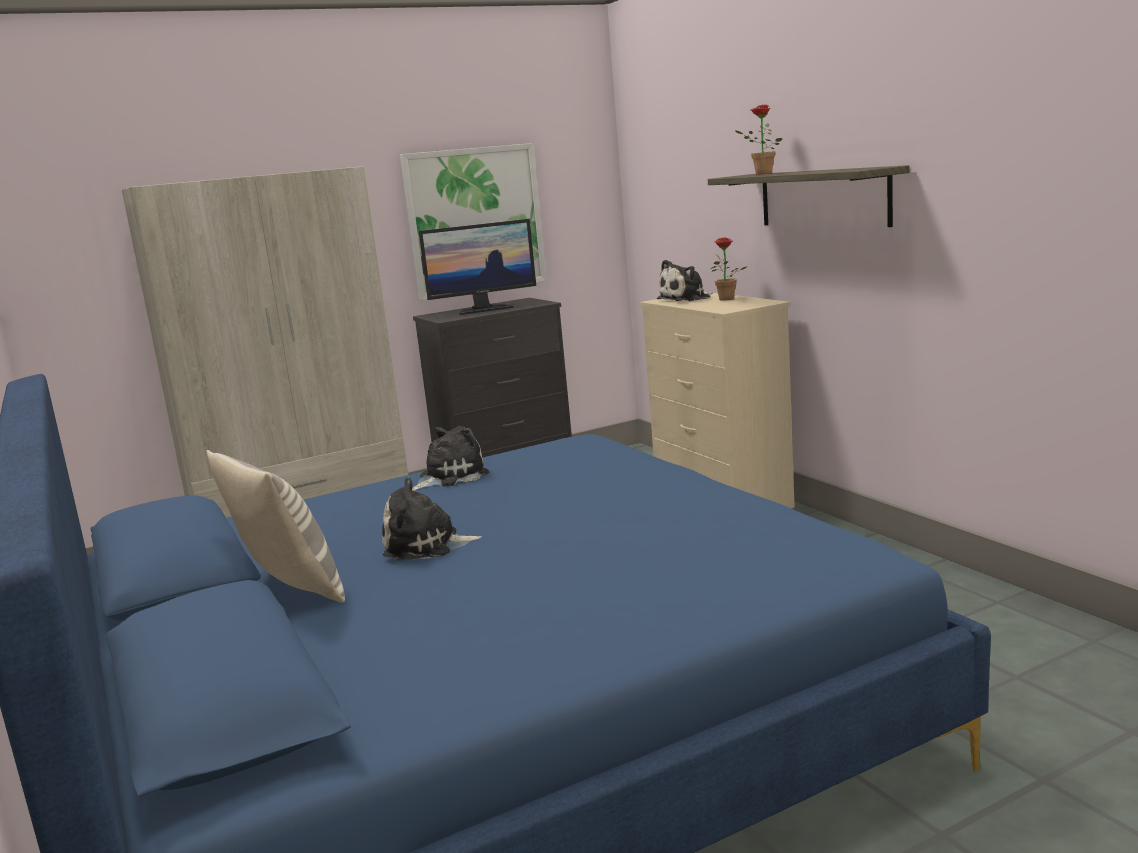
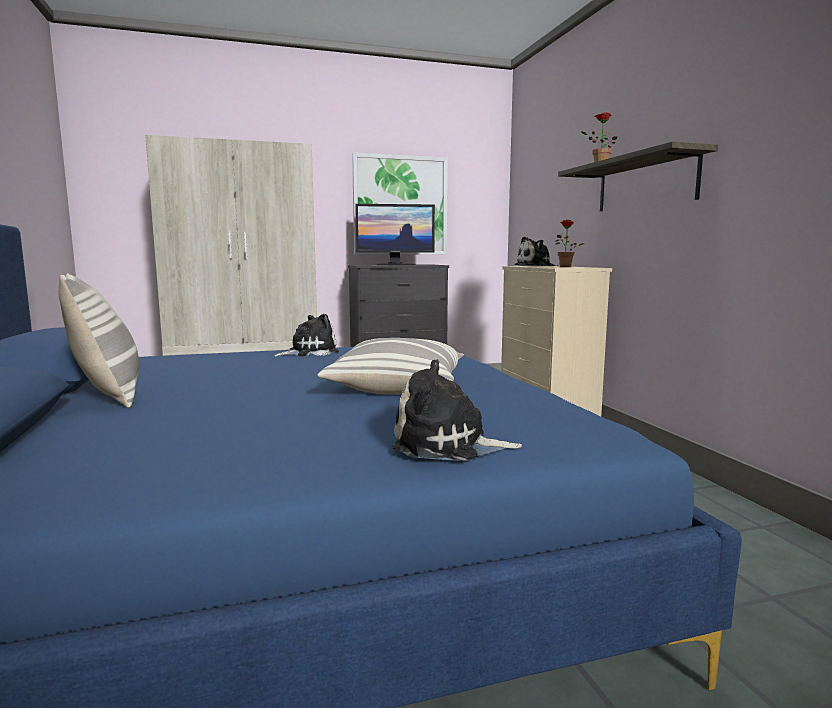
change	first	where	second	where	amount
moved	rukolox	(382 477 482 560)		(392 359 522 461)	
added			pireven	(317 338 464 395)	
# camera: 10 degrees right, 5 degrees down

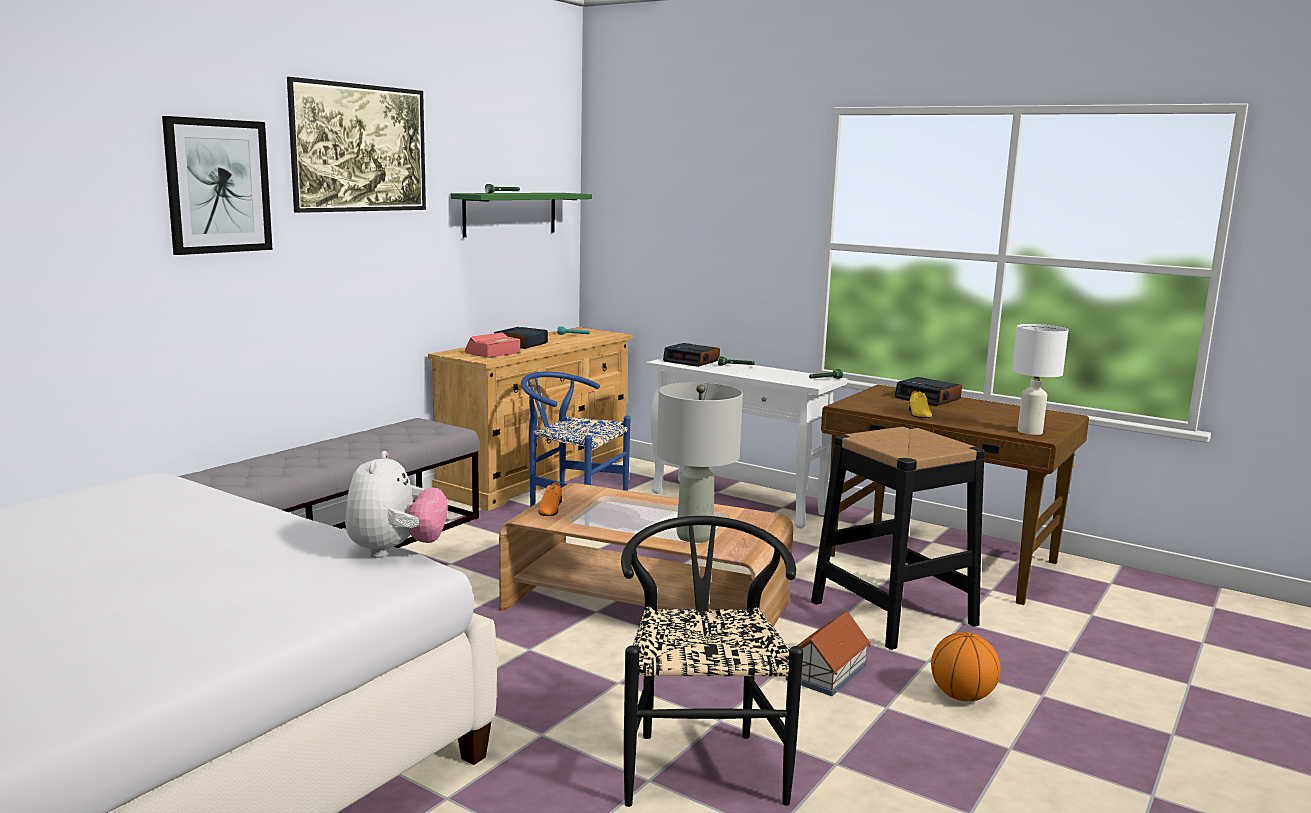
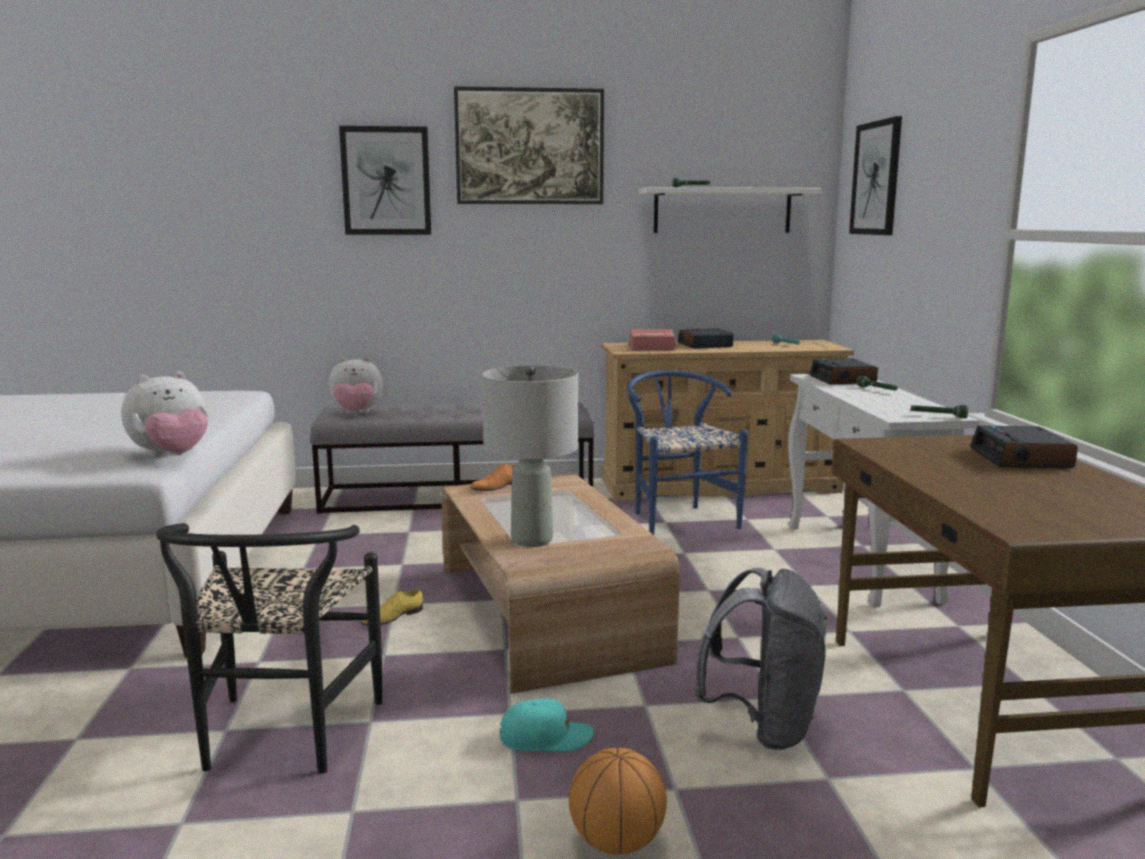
change	first	where	second	where	amount
recoloured	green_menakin	(450 193 592 237)	white_menakin	(639 187 822 233)	
removed	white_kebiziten	(1012 324 1068 435)			
moved	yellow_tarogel	(909 391 932 418)		(361 589 423 626)	
replaced	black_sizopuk	(811 426 985 650)	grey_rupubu	(694 568 828 750)	
turned	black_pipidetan	(621 516 803 807)		(156 523 382 774)	135 degrees clockwise
replaced	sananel	(786 611 871 696)	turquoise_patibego	(500 699 594 752)	
added			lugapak	(849 116 902 235)	
added			rukolox	(329 357 383 413)	
# camera: 50 degrees right, 0 degrees up

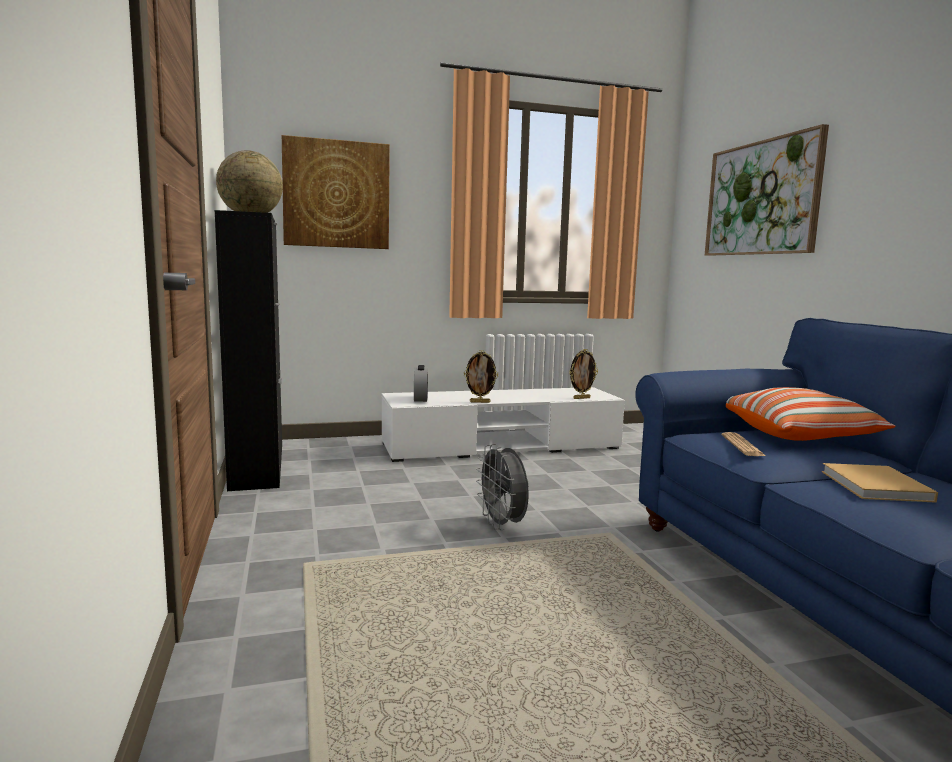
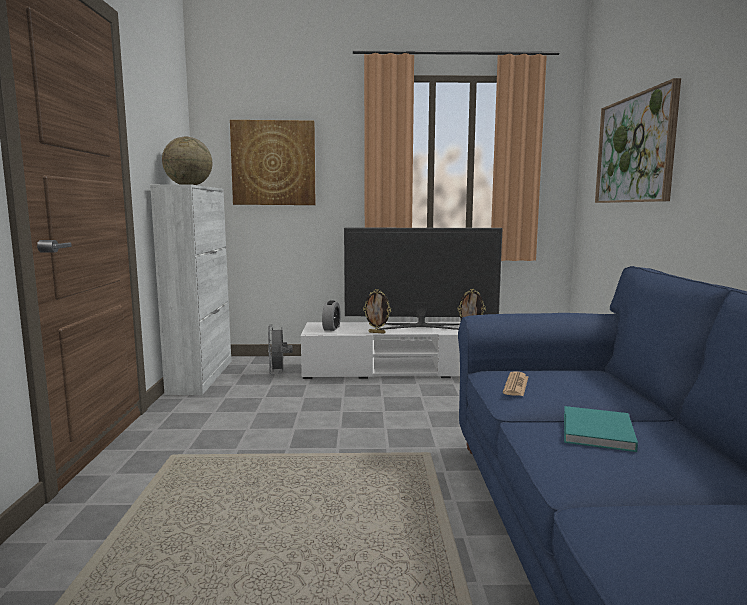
change	first	where	second	where	amount
recoloured	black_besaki	(214 210 282 491)	white_besaki	(150 184 231 395)	
removed	pireven	(726 387 895 441)			
moved	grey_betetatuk	(476 444 529 530)		(268 324 293 375)	
recoloured	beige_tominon	(822 463 938 503)	turquoise_tominon	(564 406 638 452)	
added			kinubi	(344 228 502 330)	
# camera: 15 degrees right, 0 degrees up

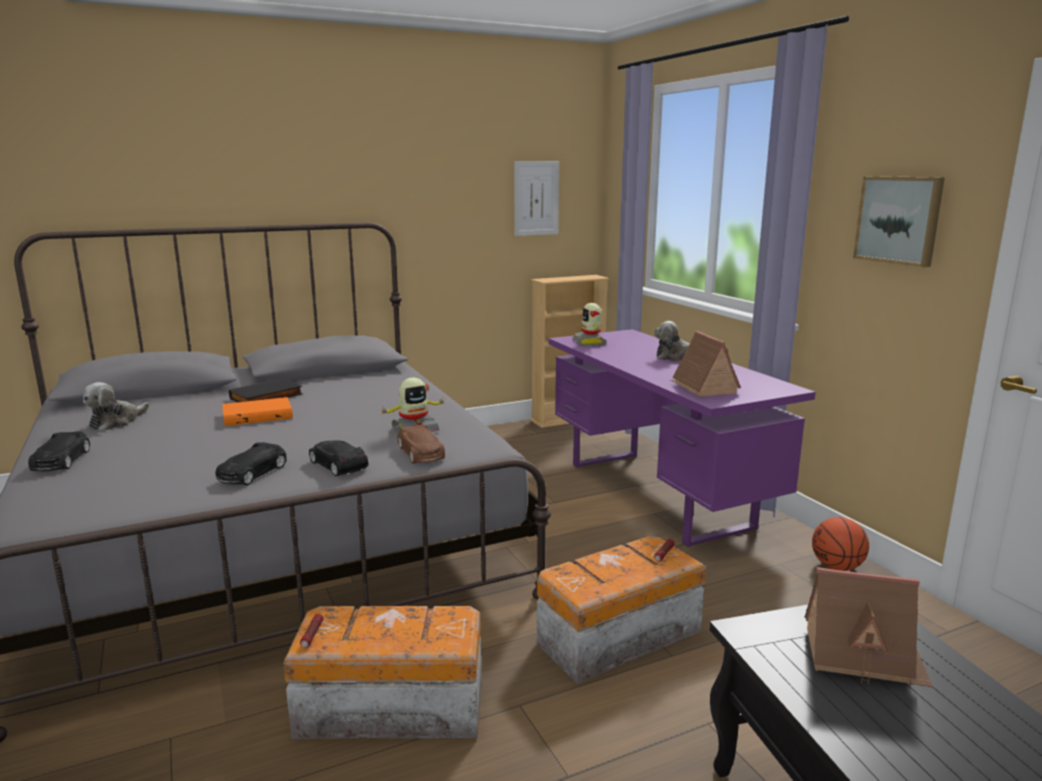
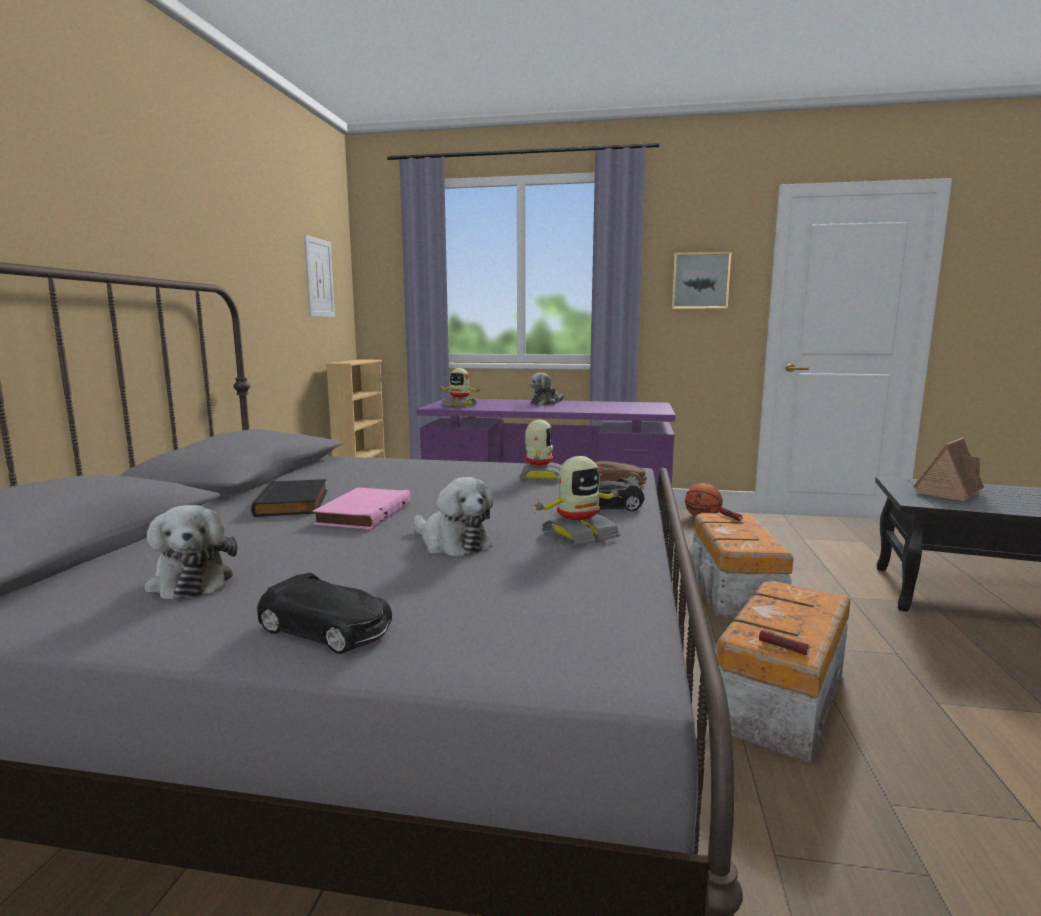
change	first	where	second	where	amount
removed	sananel	(671 331 741 397)			
recoloured	orange_tominon	(222 397 293 426)	pink_tominon	(313 487 411 530)	
replaced	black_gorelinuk	(216 442 286 486)	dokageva	(531 456 622 546)	
added			rukolox	(414 477 493 556)	
# camera: 55 degrees left, 5 degrees down

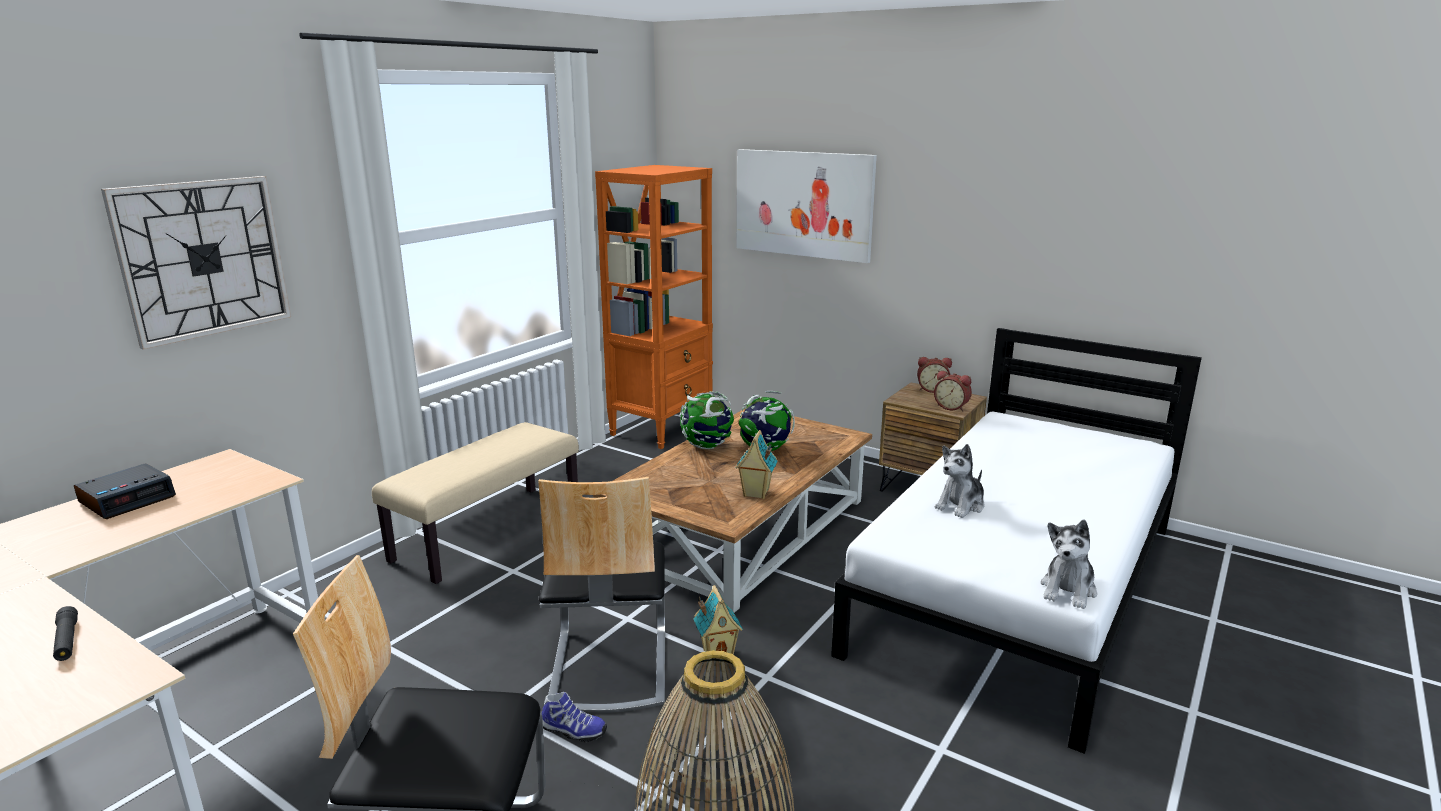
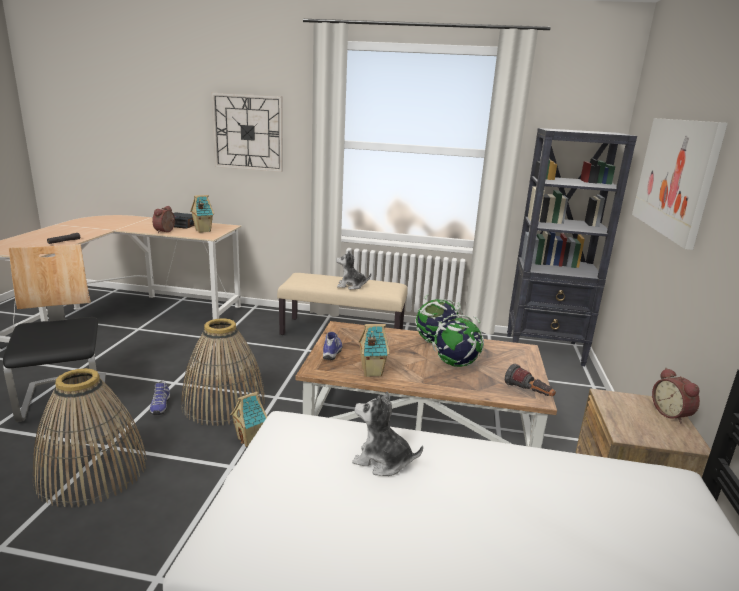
change	first	where	second	where	amount
recoloured	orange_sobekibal	(595 165 713 449)	black_sobekibal	(507 128 637 366)	
moved	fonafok	(934 370 972 411)		(152 206 175 233)	
replaced	pipidetan	(538 477 665 713)	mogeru	(182 318 265 426)	
moved	rukolox	(1041 520 1097 609)		(336 250 371 290)	
added			sananel	(190 195 214 233)	
added			tarogel	(323 332 343 360)	
added			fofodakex	(505 364 556 396)	
# camera: 65 degrees right, 0 degrees up

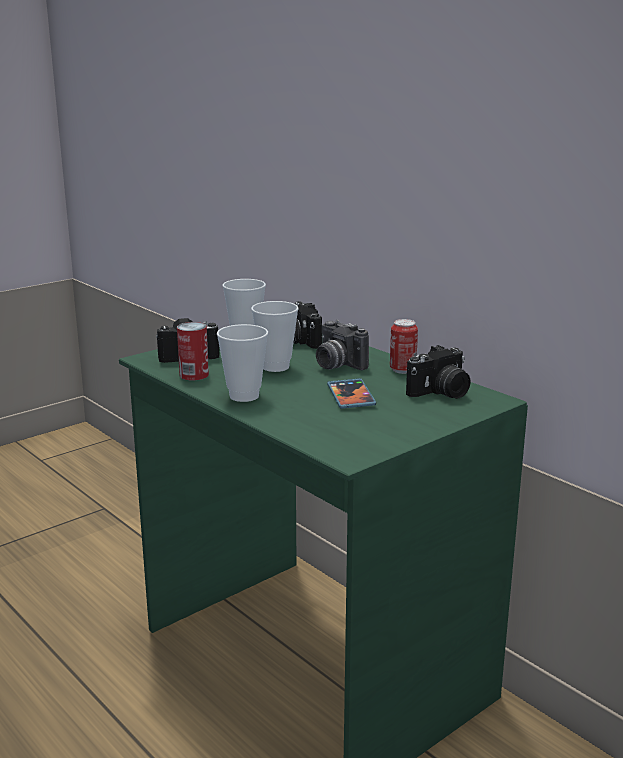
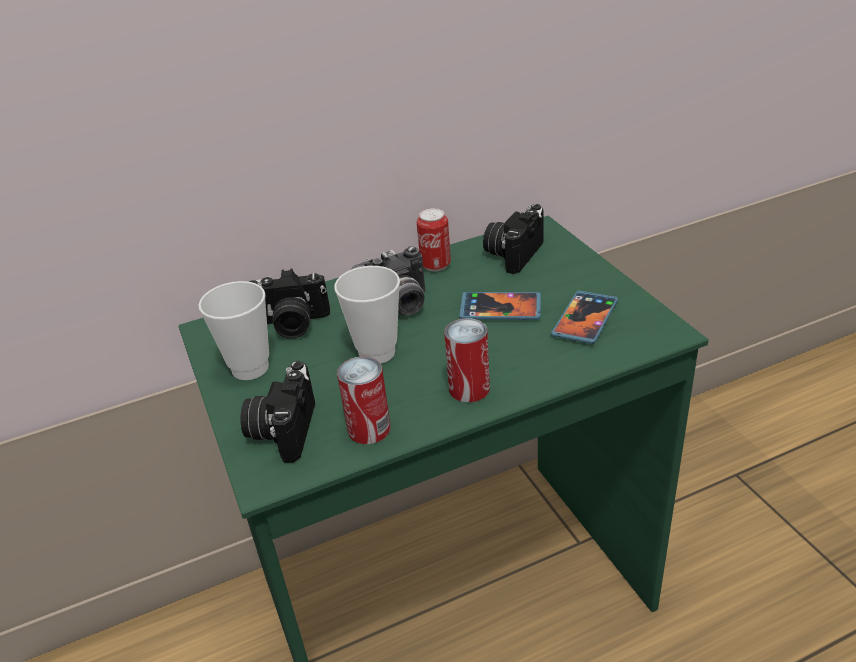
change	first	where	second	where	amount
replaced	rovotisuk	(217 324 268 402)	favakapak	(444 318 490 402)	
turned	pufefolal	(406 345 471 399)		(483 204 544 274)	135 degrees counterclockwise
added			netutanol	(551 291 618 344)	
# camera: 70 degrees left, 15 degrees up

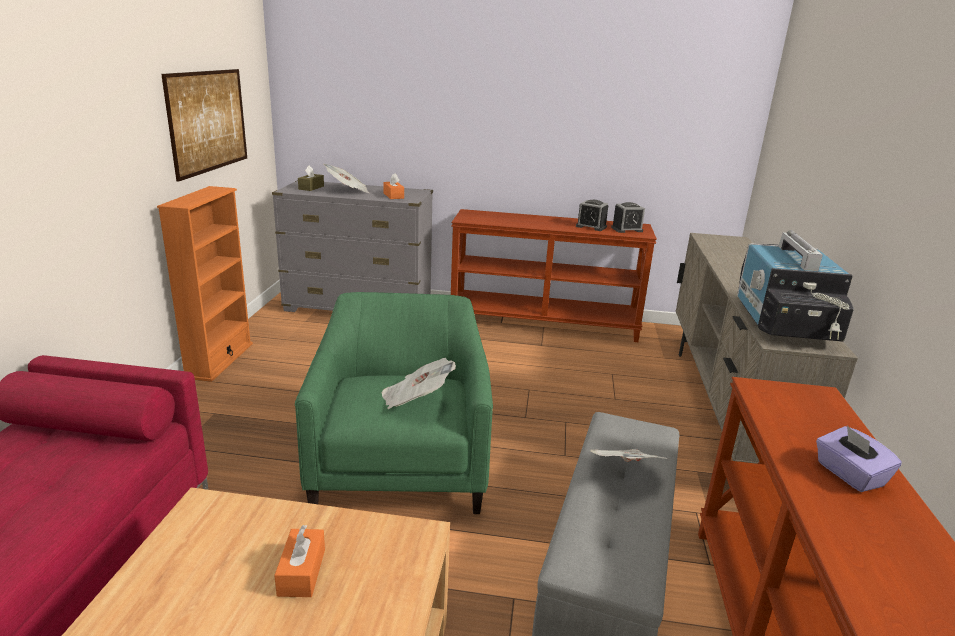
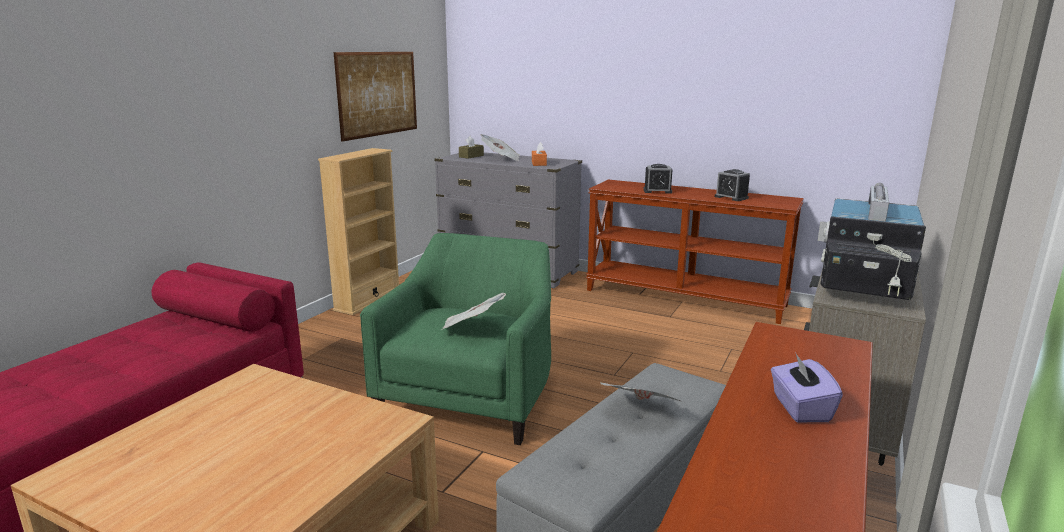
change	first	where	second	where	amount
recoloured	orange_sobekibal	(157 186 253 382)	beige_sobekibal	(318 148 399 315)	
moved	fonafok	(611 202 645 233)		(644 164 672 194)	
removed	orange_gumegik	(274 525 325 597)			
# camera: 20 degrees right, 5 degrees down

